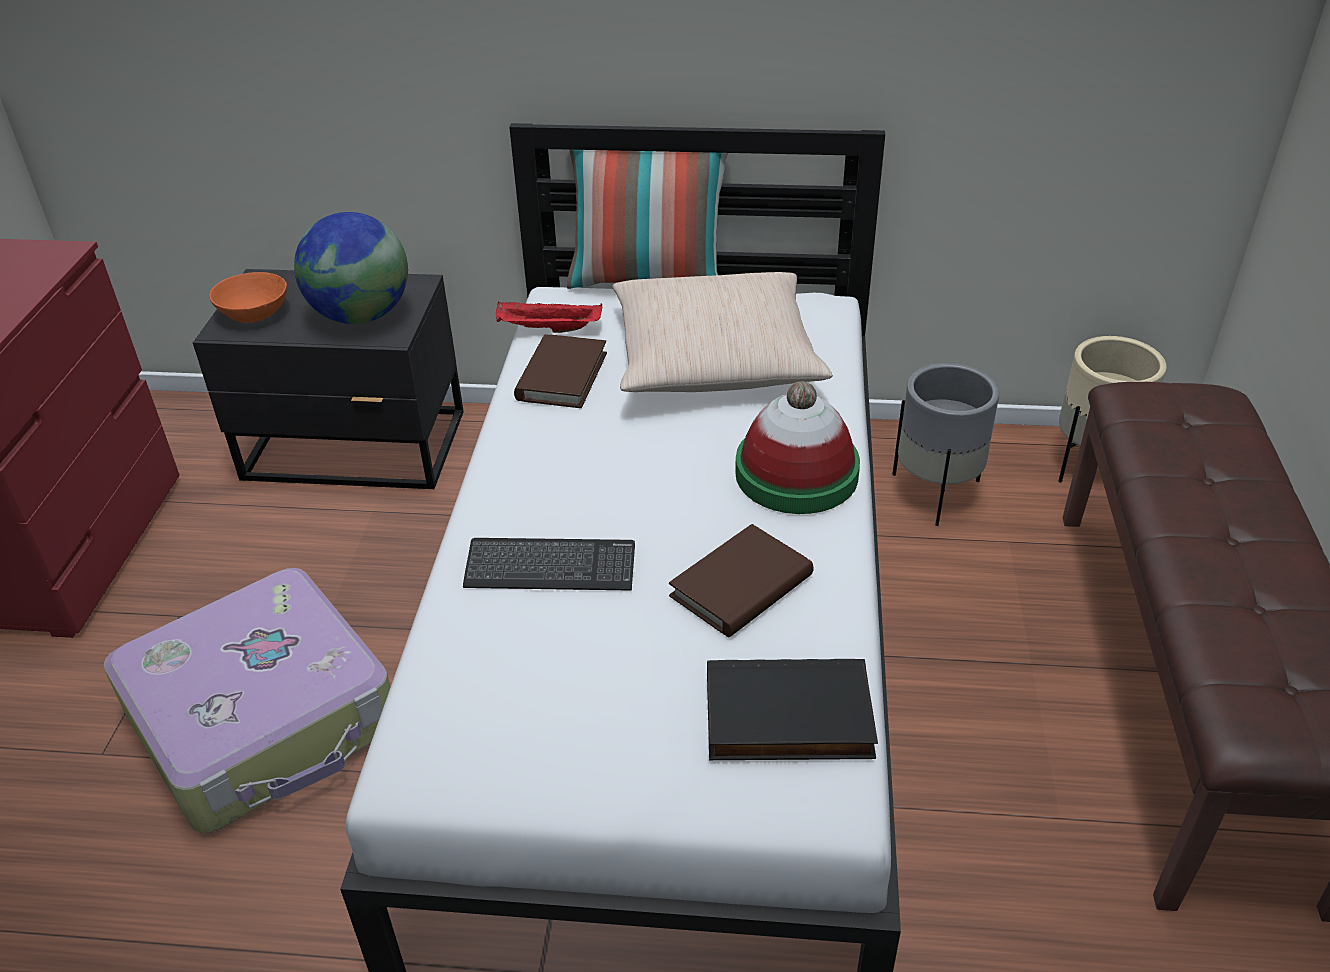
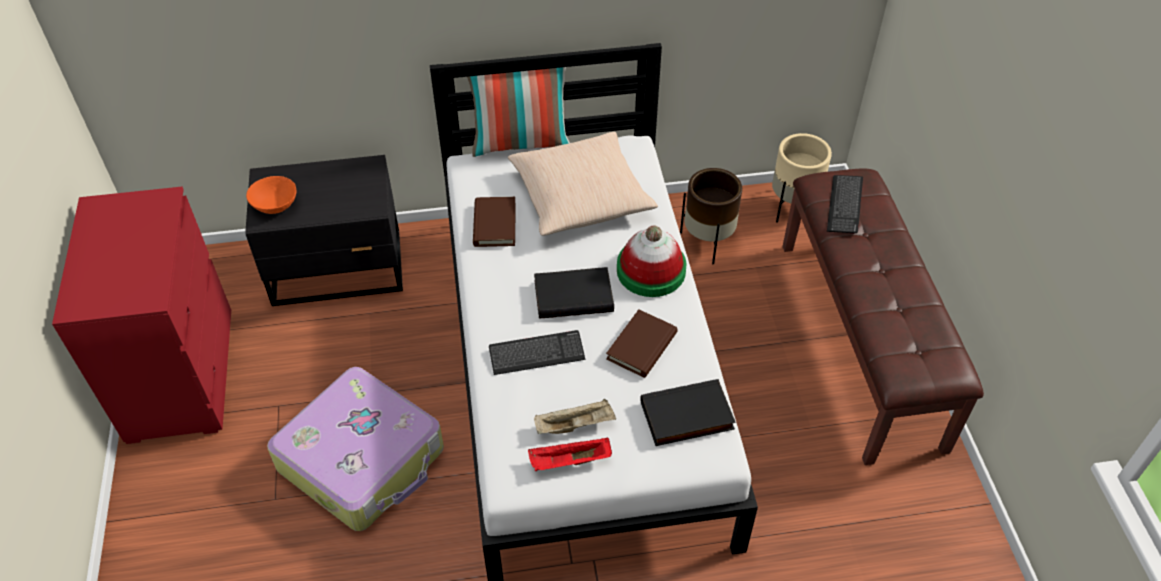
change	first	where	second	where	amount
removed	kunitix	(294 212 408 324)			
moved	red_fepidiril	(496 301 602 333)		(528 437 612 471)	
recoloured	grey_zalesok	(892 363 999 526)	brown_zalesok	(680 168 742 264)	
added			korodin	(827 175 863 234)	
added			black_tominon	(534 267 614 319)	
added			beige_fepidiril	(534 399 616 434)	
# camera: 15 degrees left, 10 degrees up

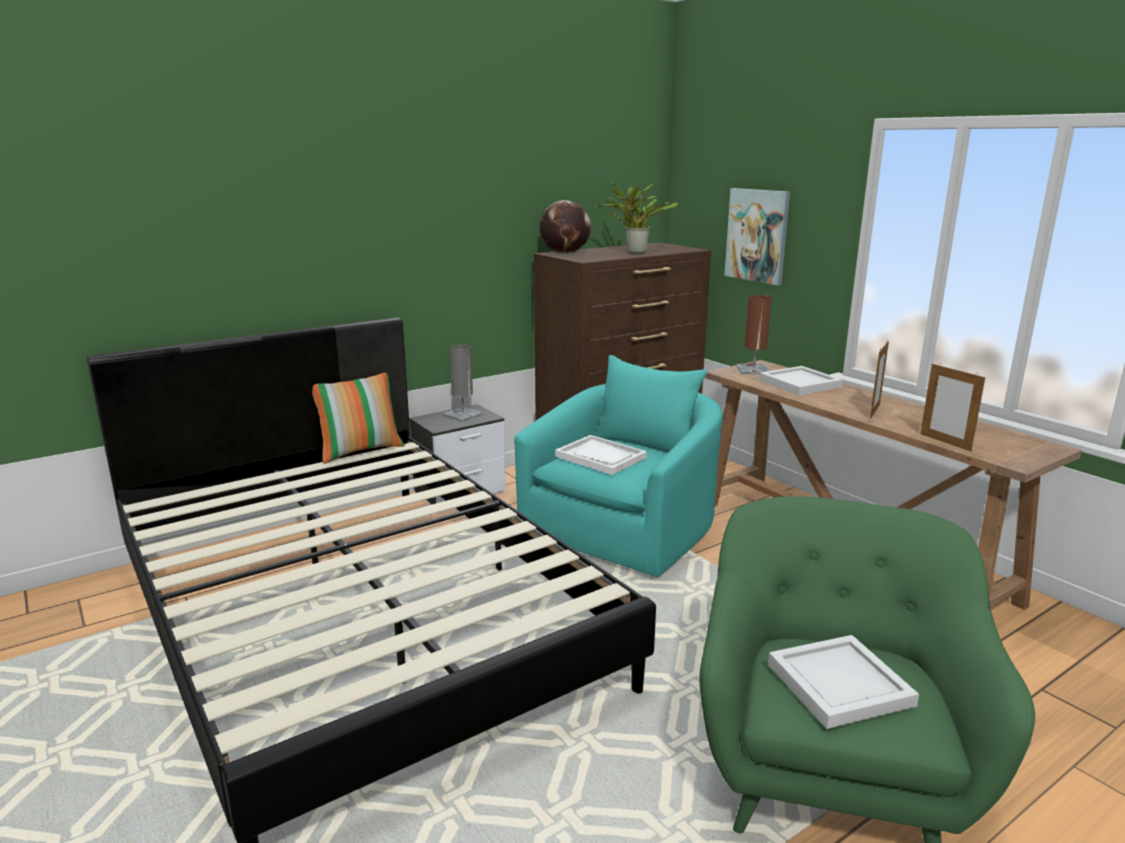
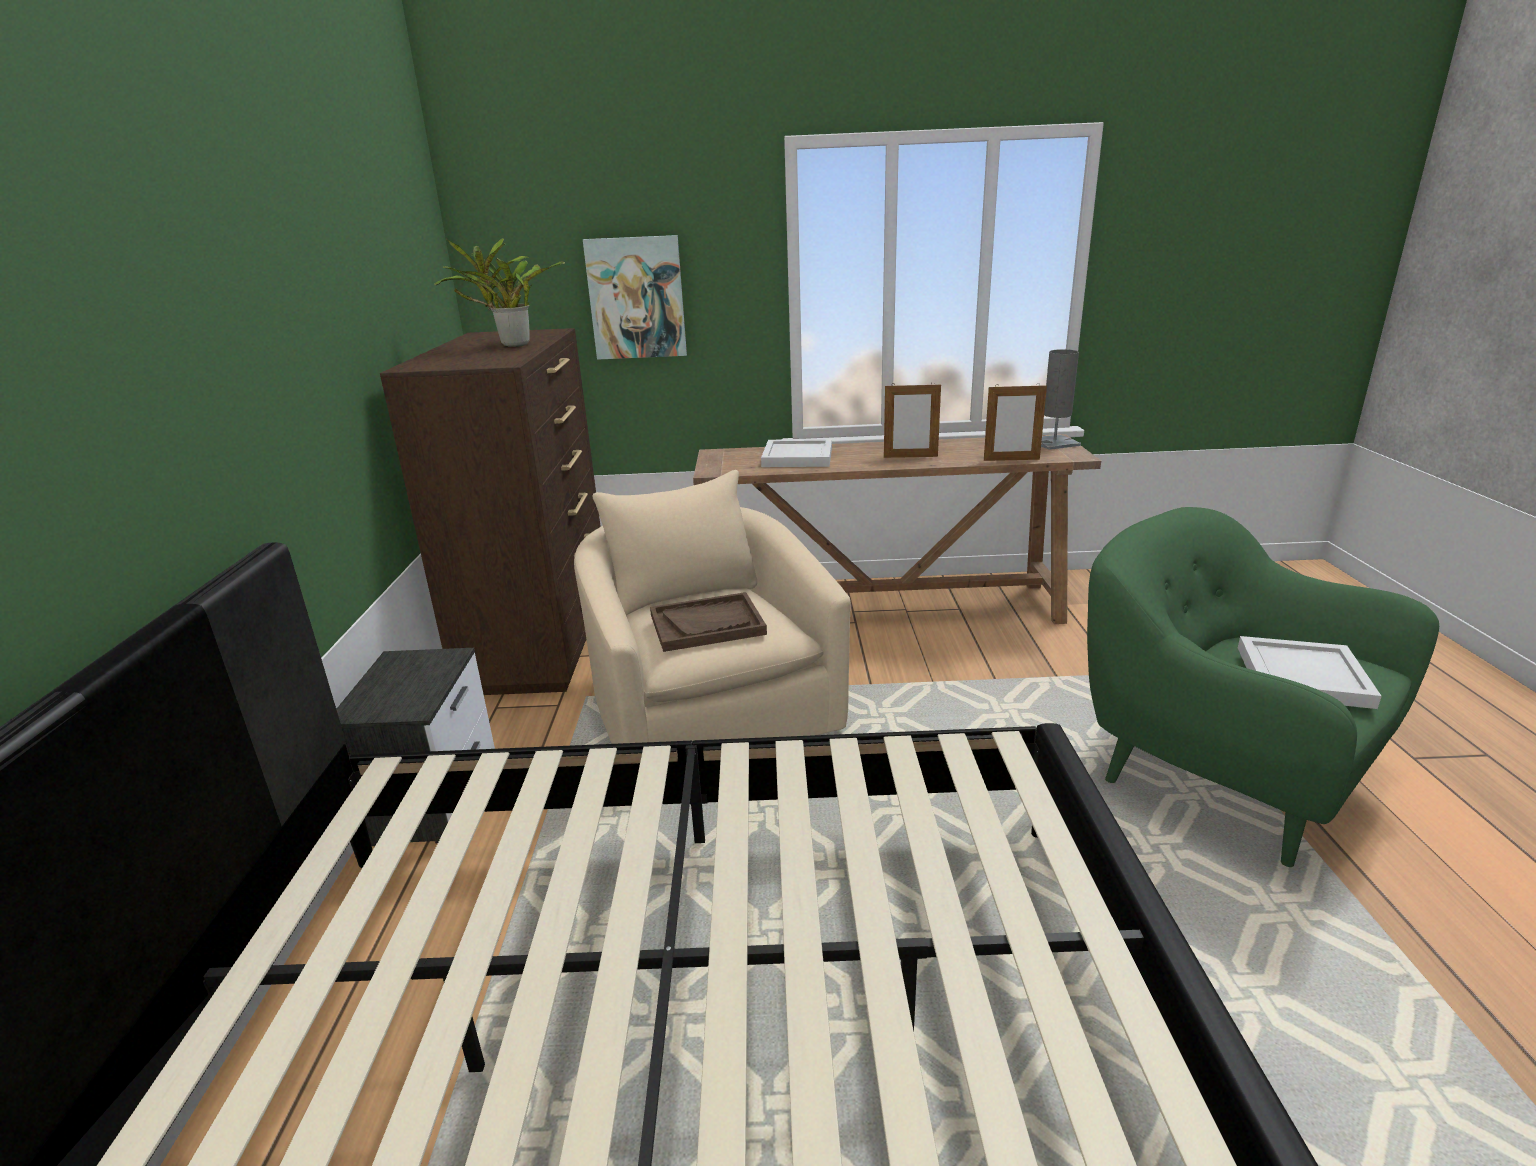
change	first	where	second	where	amount
removed	kunitix	(539 200 591 254)			
removed	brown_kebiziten	(737 295 772 374)			
turned	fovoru	(870 341 889 419)		(884 382 941 458)	120 degrees clockwise
moved	grey_kebiziten	(443 344 483 422)		(1041 349 1081 450)	
recoloured	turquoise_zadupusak	(514 355 723 577)	beige_zadupusak	(574 470 851 744)	
removed	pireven	(312 373 405 464)			
recoloured	white_fepidiril	(555 435 647 475)	brown_fepidiril	(650 592 767 652)	
# camera: 55 degrees left, 5 degrees up

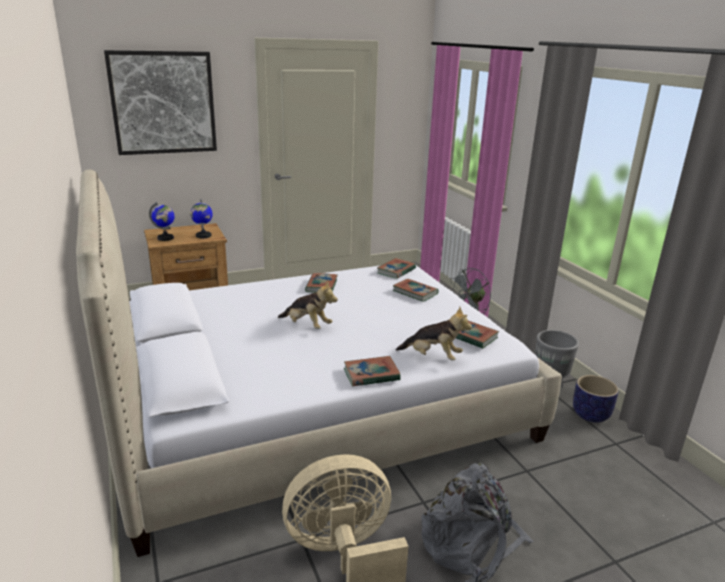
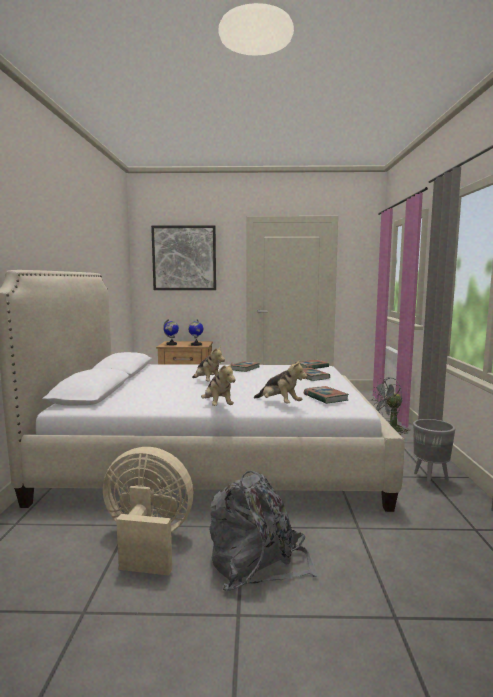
change	first	where	second	where	amount
replaced	tominon	(344 356 400 386)	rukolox	(201 362 236 406)	
removed	zalesok	(573 375 619 422)			
# camera: 25 degrees right, 15 degrees down

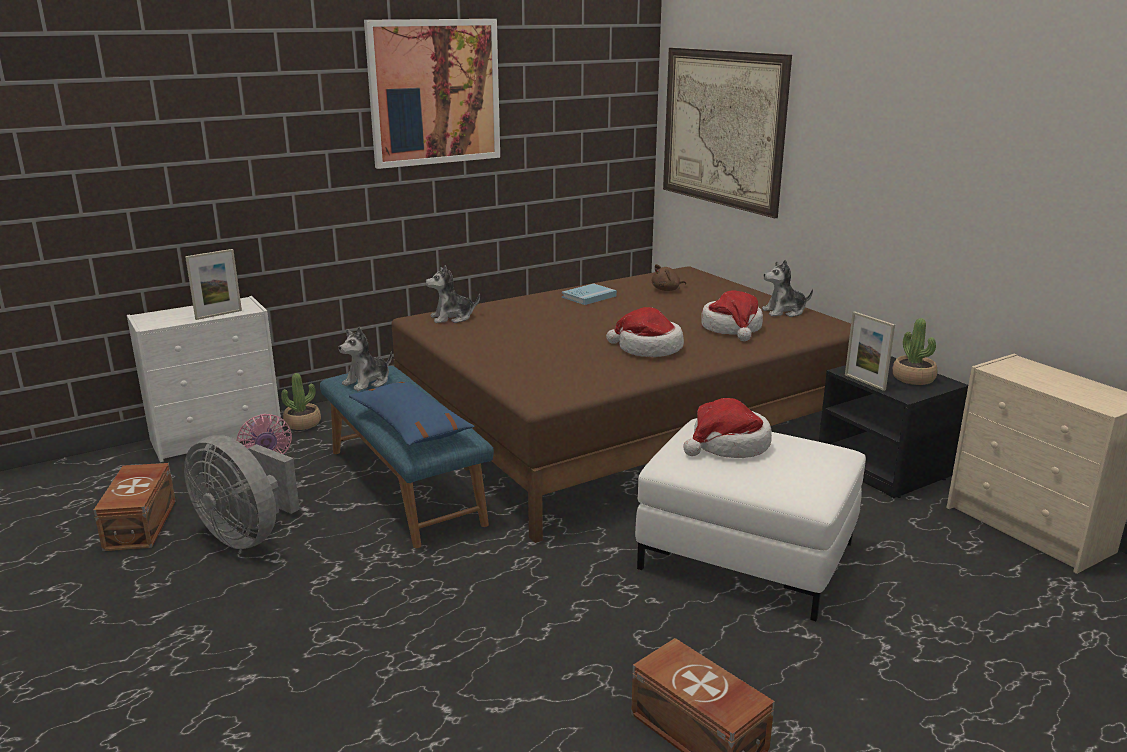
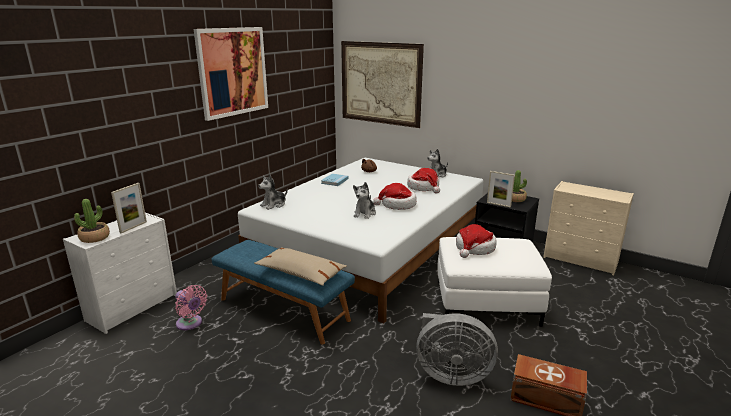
change	first	where	second	where	amount
recoloured	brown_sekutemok	(392 266 851 543)	white_sekutemok	(238 158 484 323)	
moved	rukolox	(339 327 392 391)		(353 182 376 219)	
moved	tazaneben	(281 373 321 430)		(74 199 110 243)	
recoloured	blue_pireven	(349 382 475 446)	beige_pireven	(254 247 347 286)	
moved	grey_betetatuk	(184 435 300 549)		(416 313 498 386)	
removed	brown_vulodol	(93 463 176 551)			
# camera: 25 degrees left, 0 degrees up

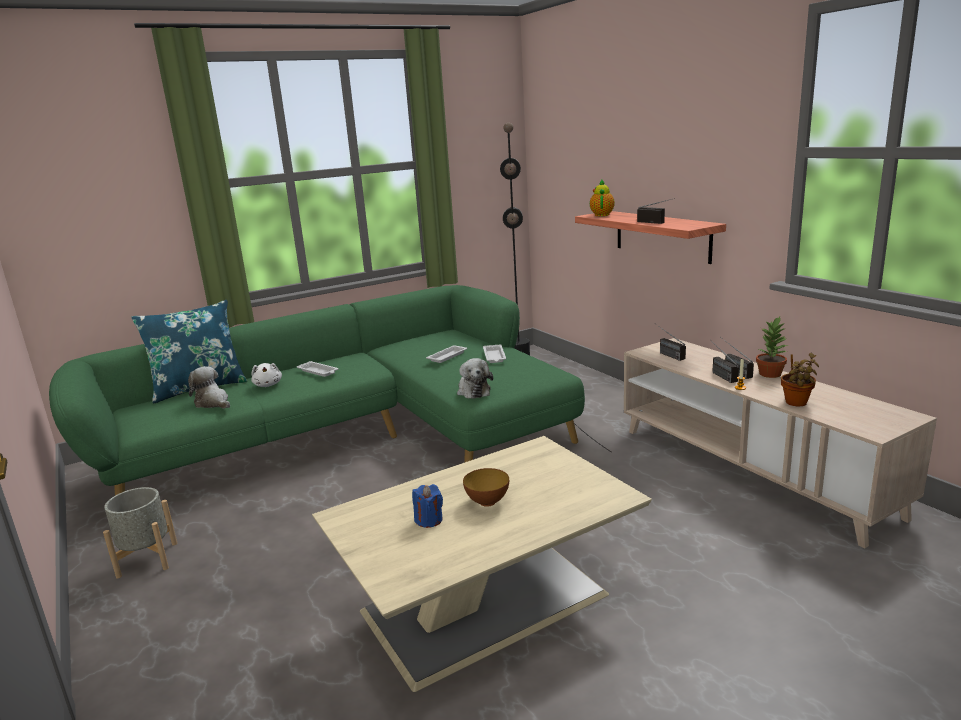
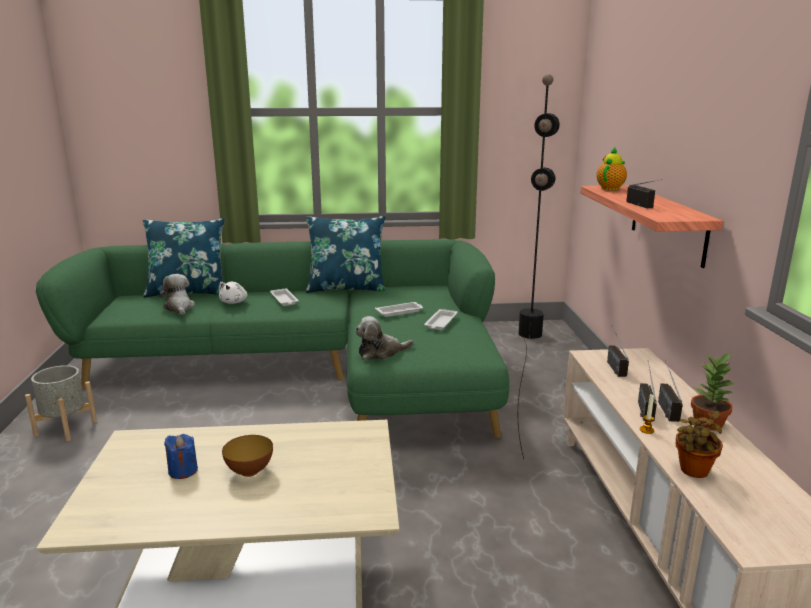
change	first	where	second	where	amount
turned	rukolox	(457 358 493 399)		(355 316 413 360)	60 degrees clockwise
added			blue_pireven	(306 216 385 293)	
# camera: 25 degrees right, 0 degrees up

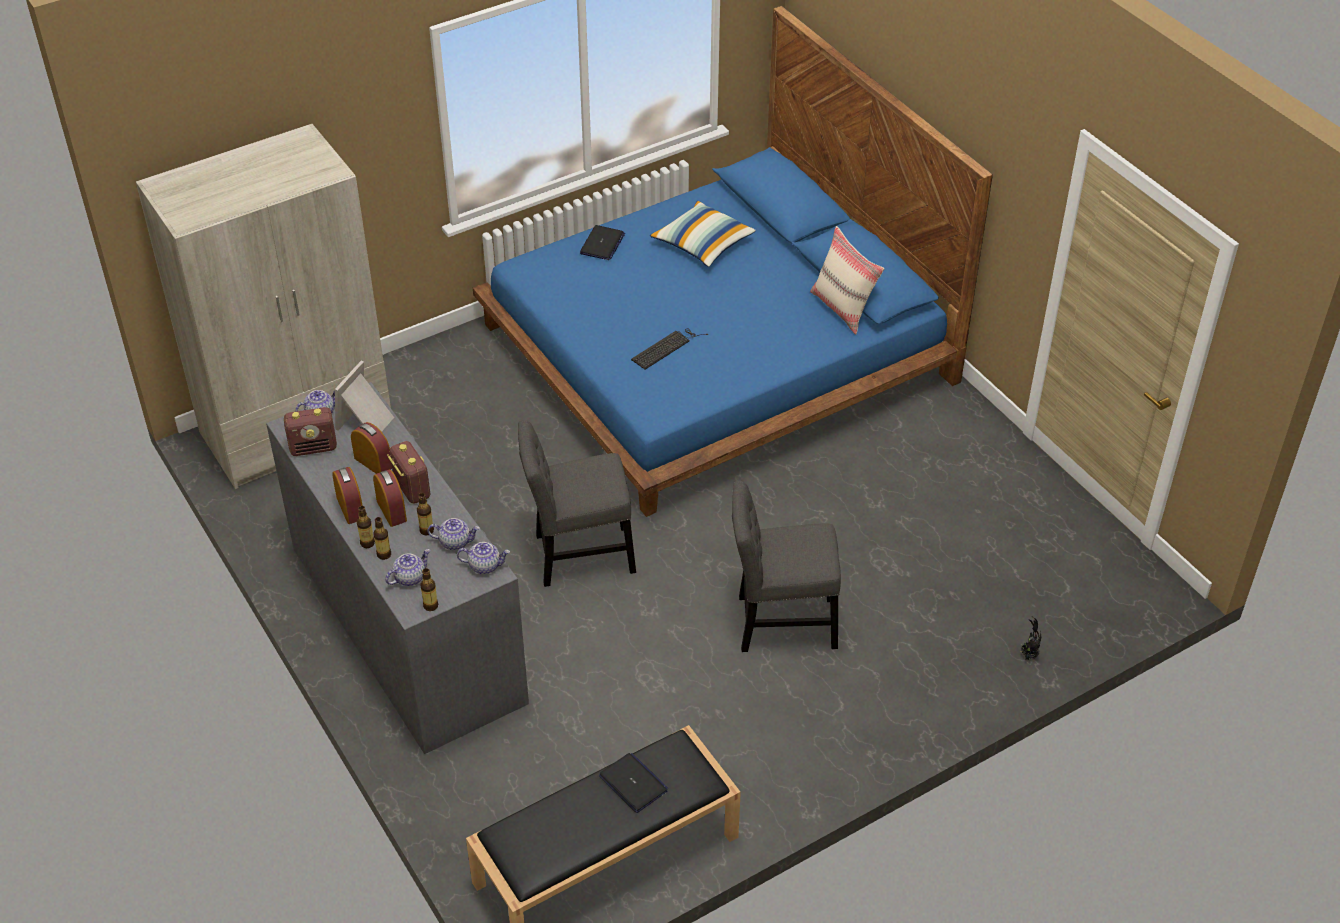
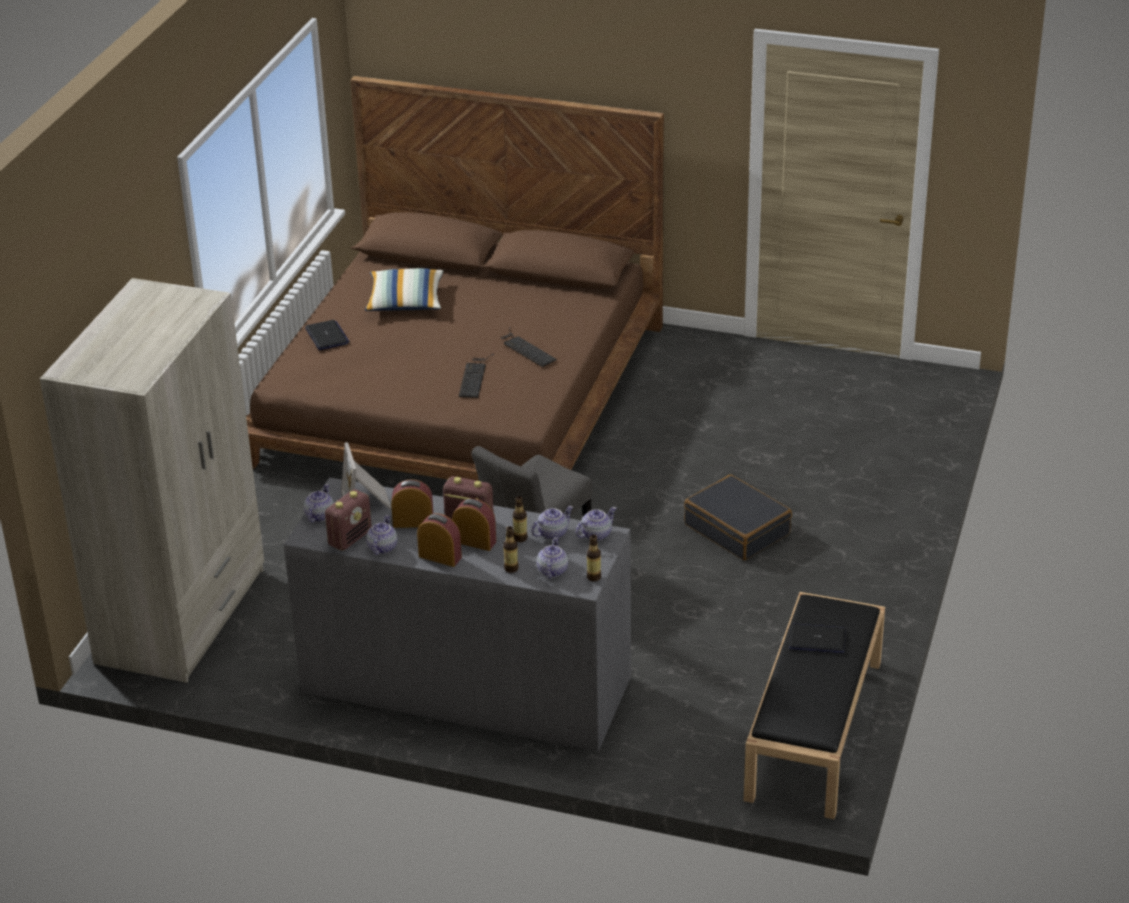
change	first	where	second	where	amount
recoloured	blue_sekutemok	(473 6 993 517)	brown_sekutemok	(246 76 664 481)	
removed	beige_pireven	(810 226 884 335)			
replaced	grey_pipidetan	(732 480 841 652)	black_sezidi	(684 474 792 560)	
removed	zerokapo	(357 506 375 548)			
removed	tazaneben	(1020 616 1041 660)			
added			korodin	(500 327 557 367)	
added			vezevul	(366 515 397 555)	
# camera: 40 degrees left, 10 degrees down

